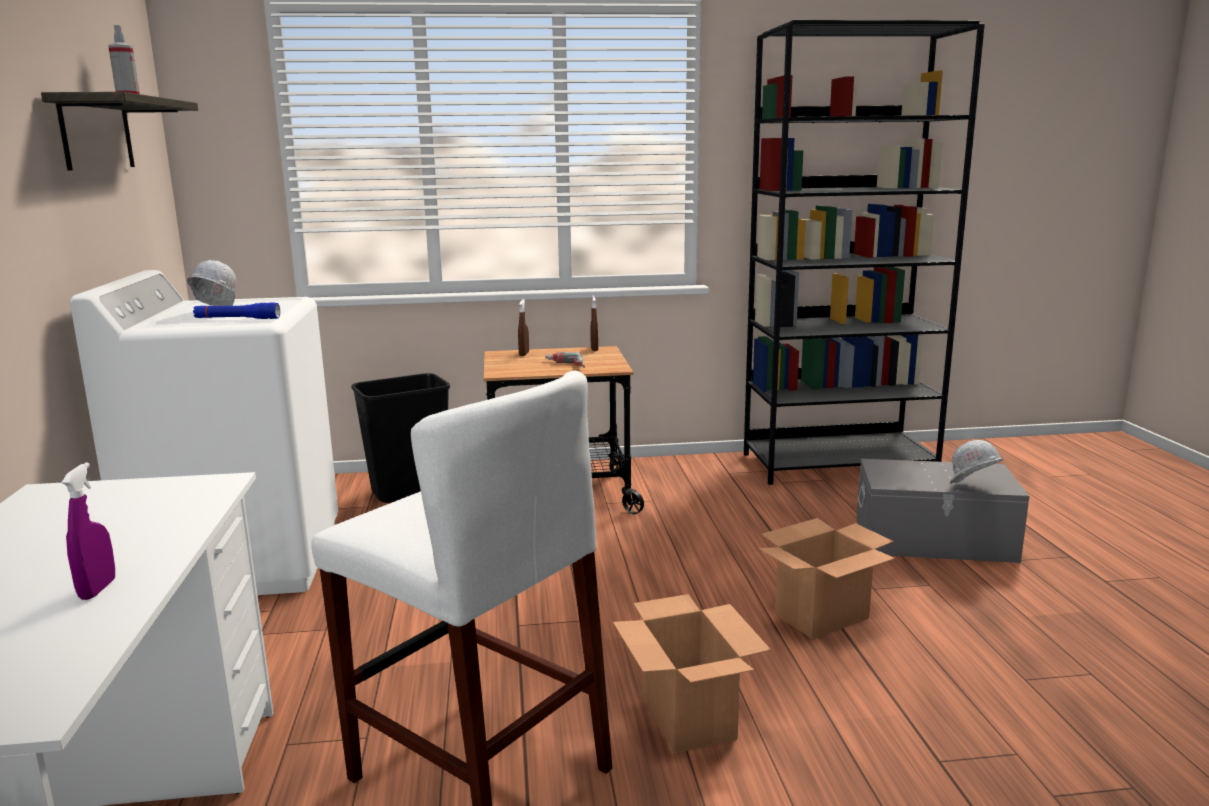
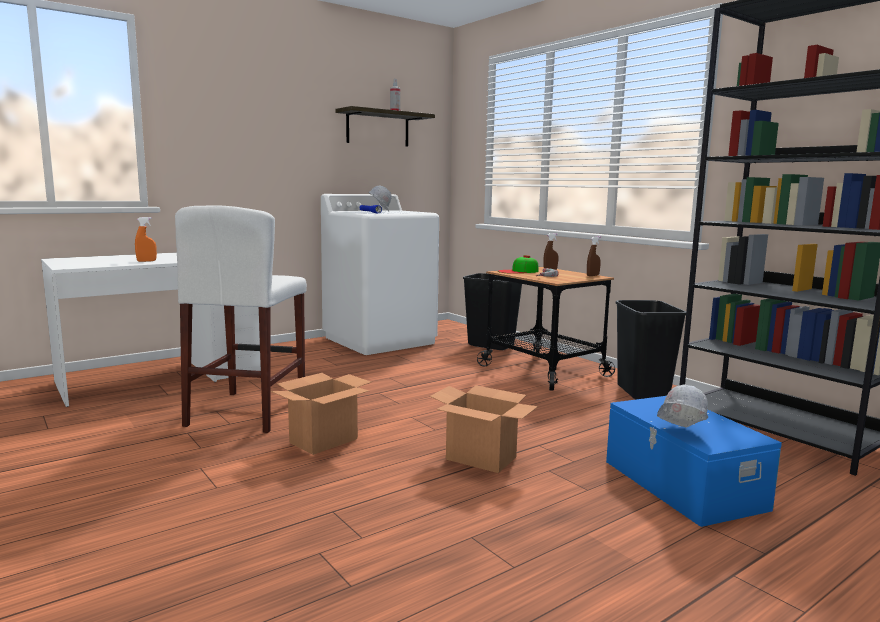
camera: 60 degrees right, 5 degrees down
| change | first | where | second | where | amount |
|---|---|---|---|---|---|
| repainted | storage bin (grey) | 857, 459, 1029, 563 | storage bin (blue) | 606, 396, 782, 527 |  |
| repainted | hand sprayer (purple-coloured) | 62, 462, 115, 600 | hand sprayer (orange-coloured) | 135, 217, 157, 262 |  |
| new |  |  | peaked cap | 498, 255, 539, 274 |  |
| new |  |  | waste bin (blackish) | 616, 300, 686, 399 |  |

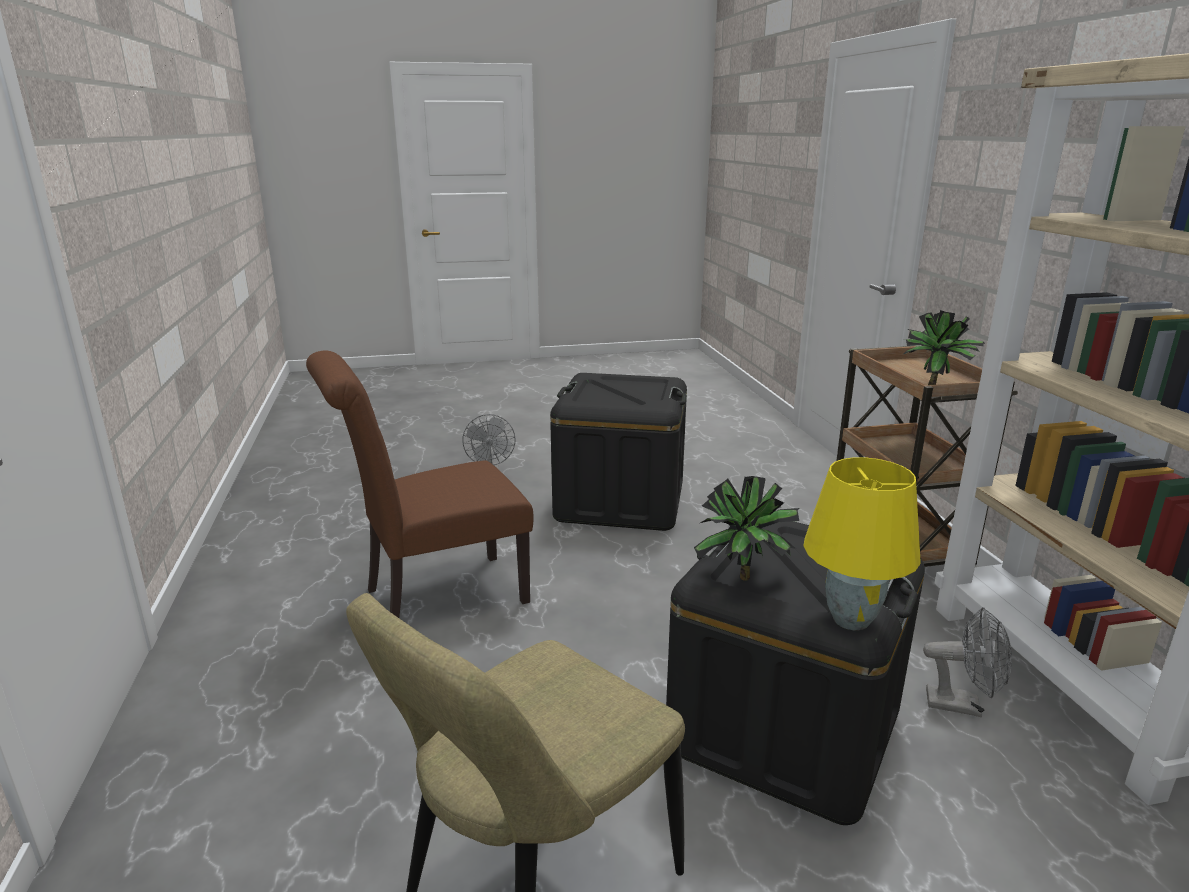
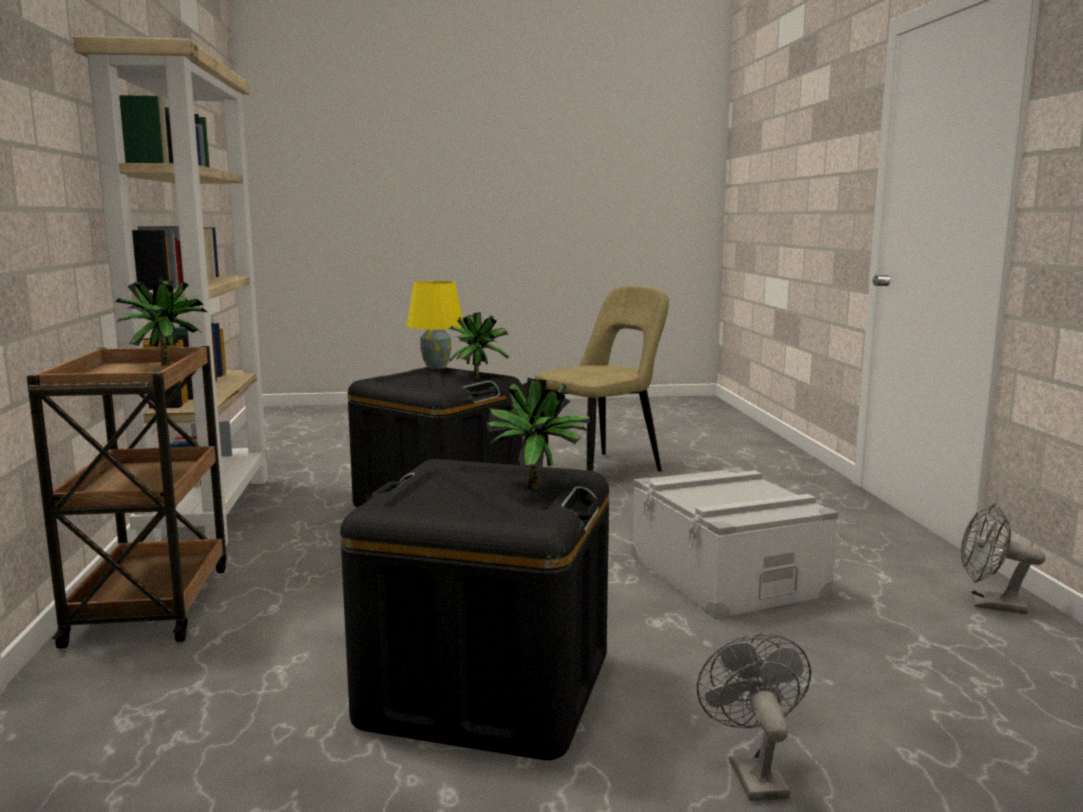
camera: 175 degrees left, 10 degrees down
| change | first | where | second | where | amount |
|---|---|---|---|---|---|
| swapped | plain chair (brown-coloured) | 306, 351, 534, 618 | storage bin (grey) | 632, 468, 838, 619 |  |
| shifted | electric fan (grey) | 923, 607, 1012, 717 |  | 961, 504, 1046, 614 |  |
| new |  |  | houseplant | 486, 378, 591, 489 |  |

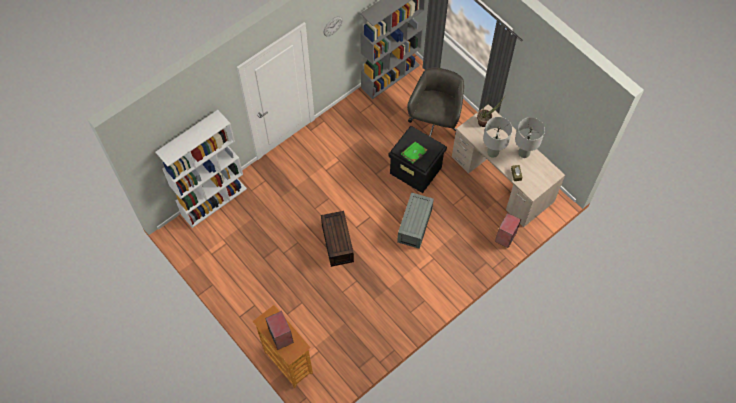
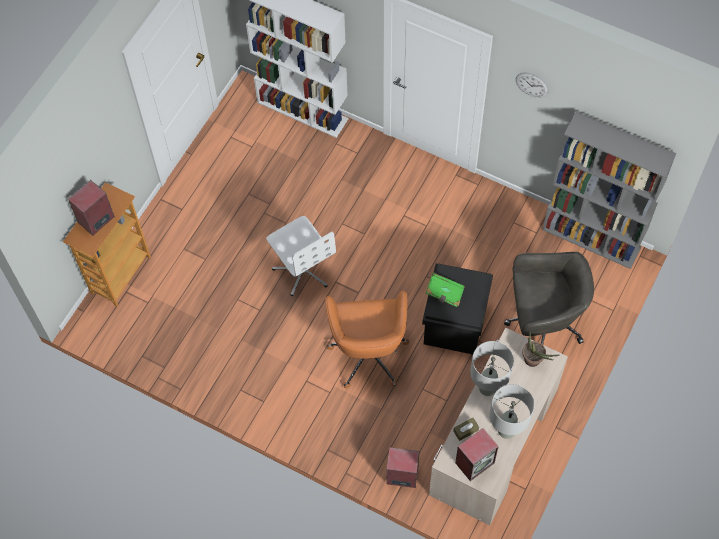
camera: 70 degrees right, 0 degrees up
| change | first | where | second | where | amount |
|---|---|---|---|---|---|
| swapped | storage bin (grey) | 397, 192, 434, 249 | office chair (orange-coloured) | 325, 290, 409, 388 |  |
| swapped | storage bin (brown-coloured) | 321, 211, 354, 267 | office chair (white-coloured) | 267, 216, 336, 296 |  |
| new |  |  | speaker | 455, 428, 499, 481 |  |

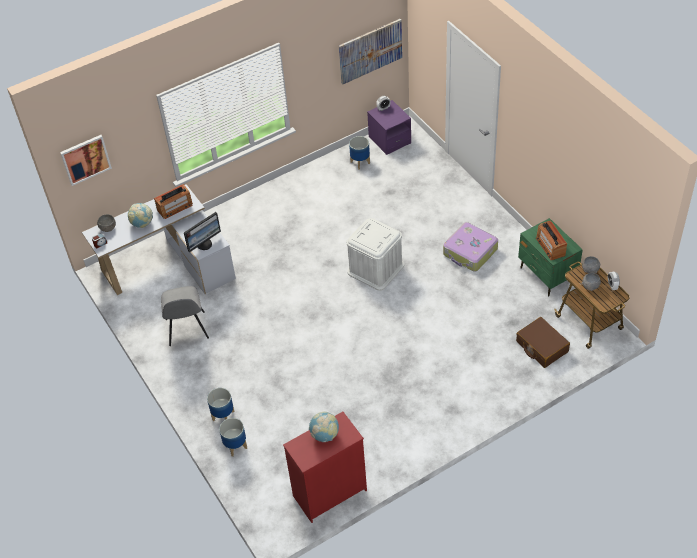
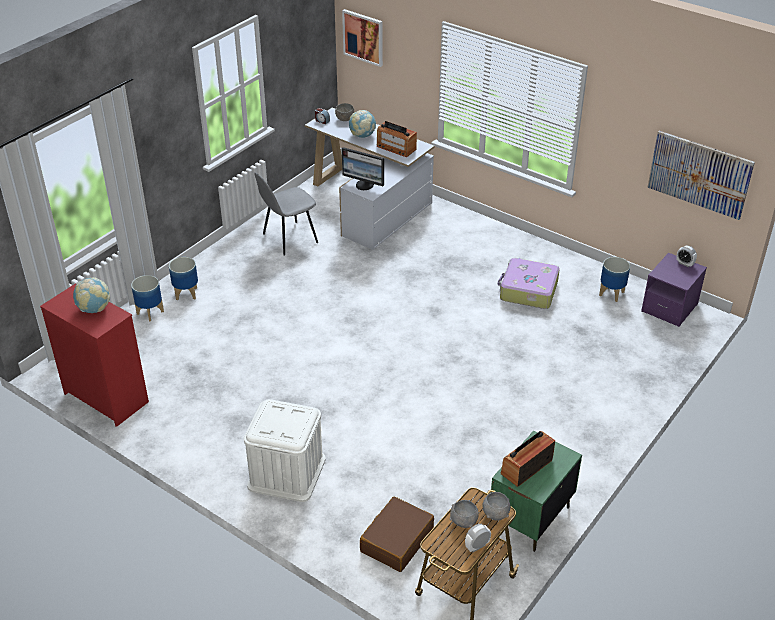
camera: 65 degrees right, 10 degrees down
| change | first | where | second | where | amount |
|---|---|---|---|---|---|
| shifted | storage bin (white-coloured) | 347, 218, 404, 291 |  | 244, 399, 326, 502 |  |
| shifted | suitcase | 443, 222, 498, 272 |  | 498, 258, 560, 309 |  |

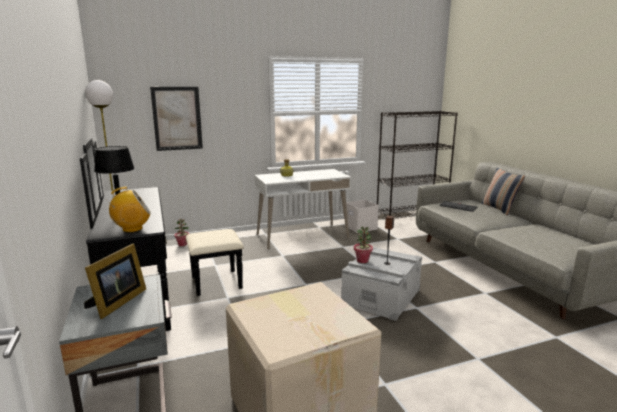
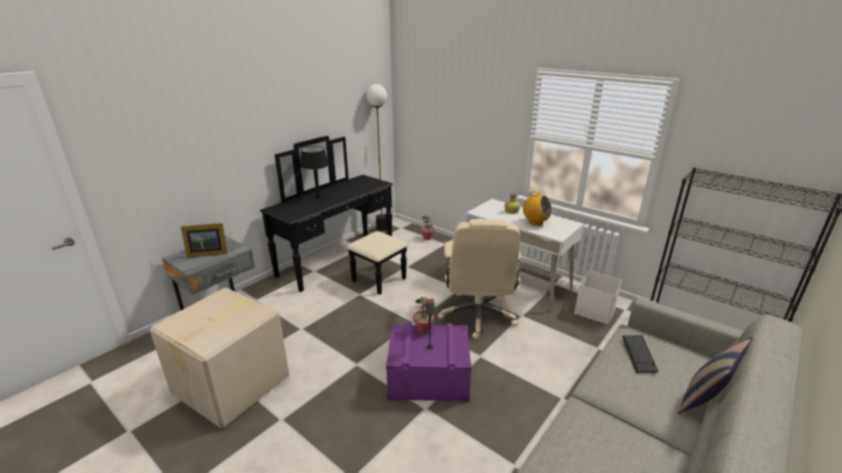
camera: 60 degrees right, 10 degrees up
| change | first | where | second | where | amount |
|---|---|---|---|---|---|
| gone | picture | 150, 87, 203, 151 |  |  |  |
| shifted | radio set | 106, 187, 151, 232 |  | 523, 191, 552, 226 |  |
| repainted | storage bin (grey) | 341, 247, 422, 321 | storage bin (purple-coloured) | 386, 323, 472, 402 |  |
| new |  |  | office chair (beige-coloured) | 438, 219, 521, 339 |  |

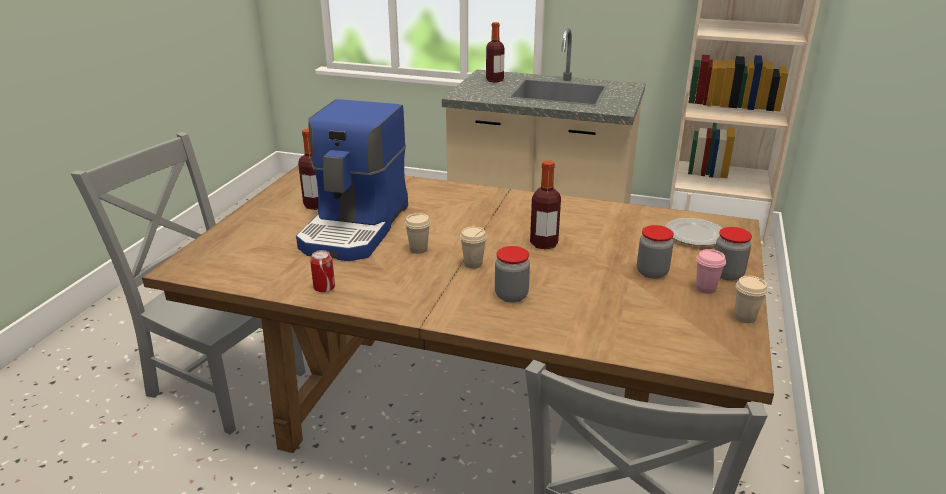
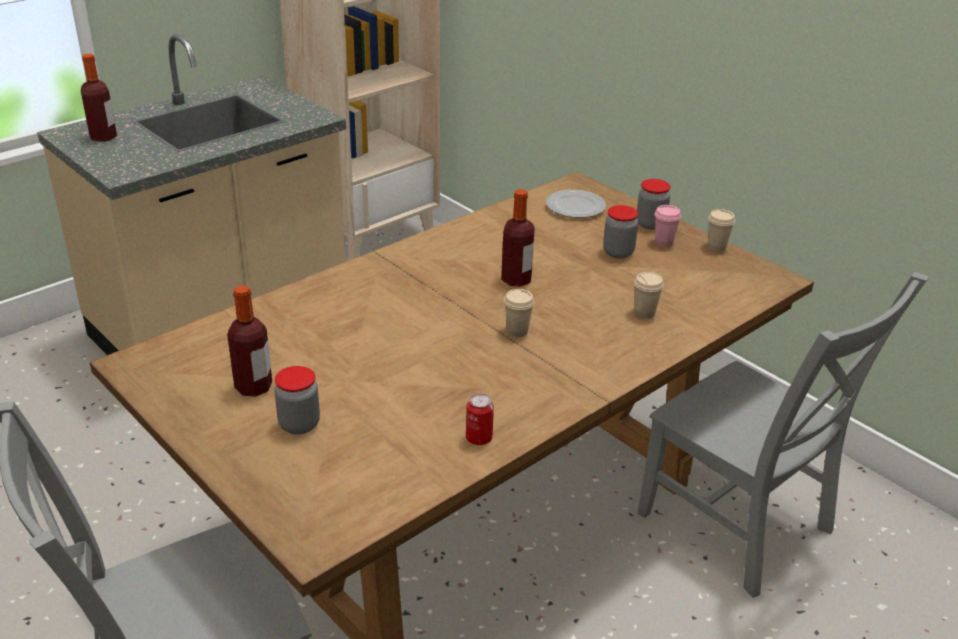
camera: 60 degrees left, 5 degrees up
| change | first | where | second | where | amount |
|---|---|---|---|---|---|
| gone | coffee brewer | 296, 99, 408, 261 |  |  |  |
| shifted | small cup (beige-coloured) | 405, 213, 430, 254 |  | 634, 272, 664, 319 |  |
| shifted | jar | 495, 246, 530, 303 |  | 274, 366, 320, 435 |  |

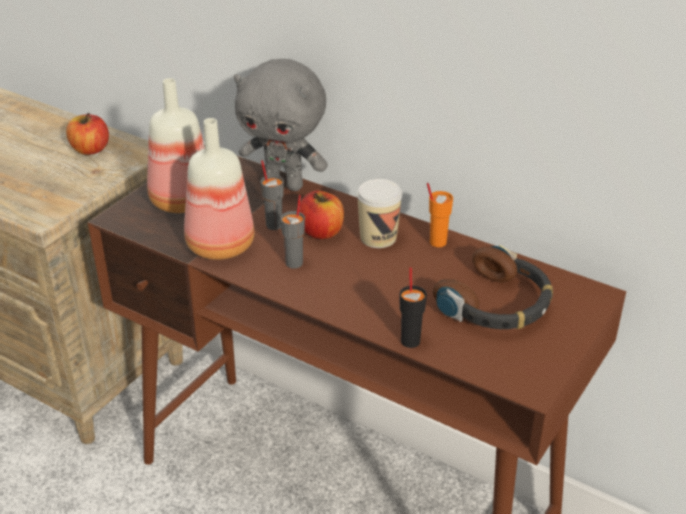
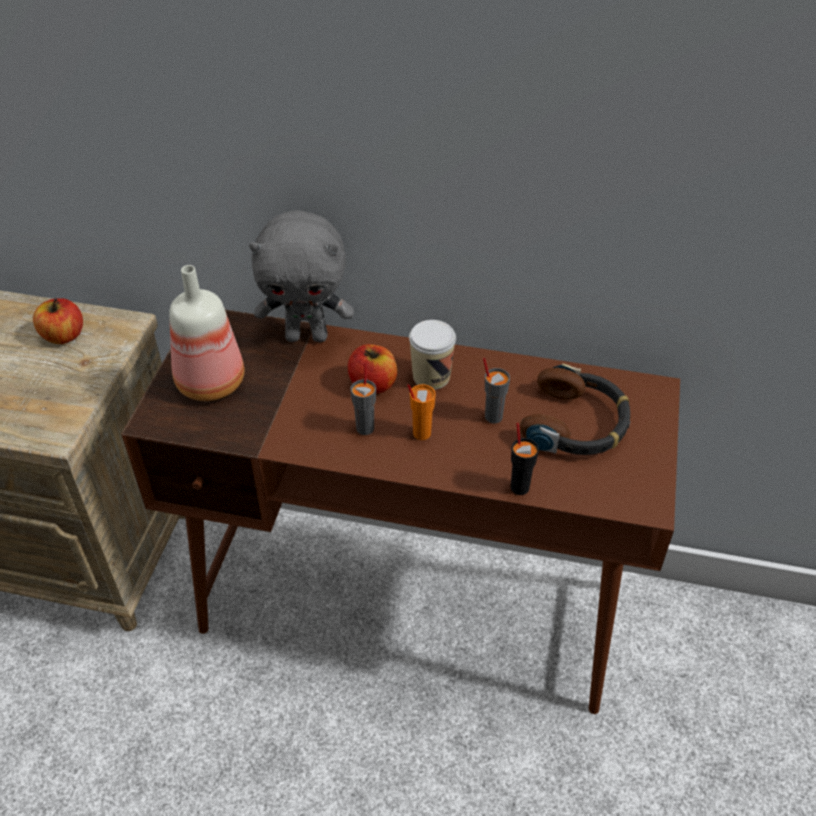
camera: 20 degrees left, 10 degrees up
| change | first | where | second | where | amount |
|---|---|---|---|---|---|
| gone | beverage bottle | 184, 118, 254, 260 |  |  |  |
| shifted | small cup (grey) | 261, 160, 284, 230 |  | 483, 358, 510, 424 |  |
| shifted | small cup (orange-coloured) | 427, 183, 453, 247 |  | 407, 384, 436, 440 |  |

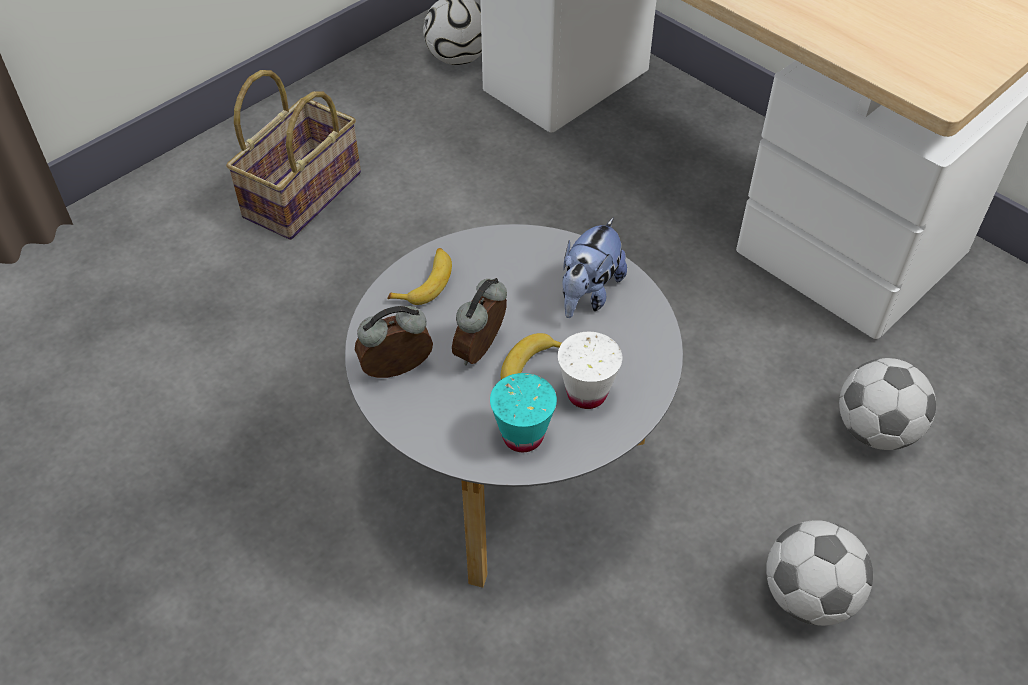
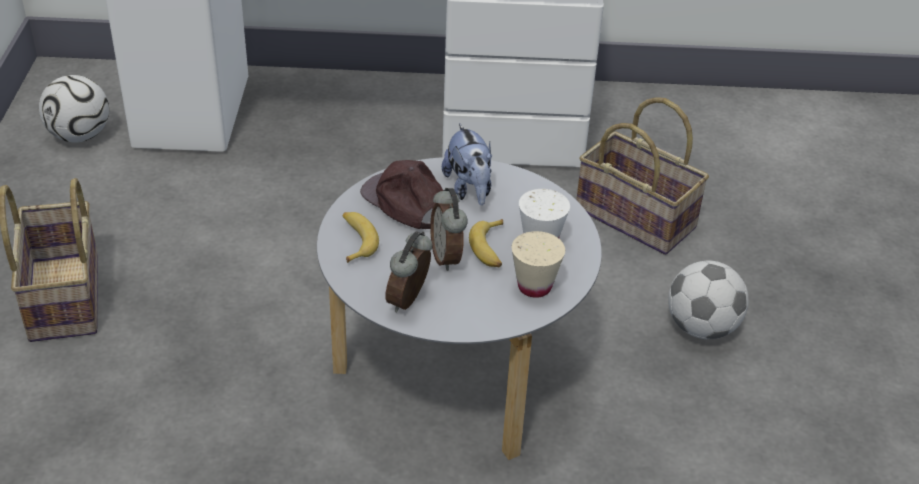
camera: 45 degrees left, 10 degrees down
| change | first | where | second | where | amount |
|---|---|---|---|---|---|
| swapped | football | 839, 358, 936, 450 | household basket | 576, 97, 709, 255 |  |
| repainted | small cup (turquoise) | 490, 373, 557, 452 | small cup (beige-coloured) | 512, 231, 565, 298 |  |
| new |  |  | peaked cap (brown-coloured) | 360, 160, 443, 229 |  |

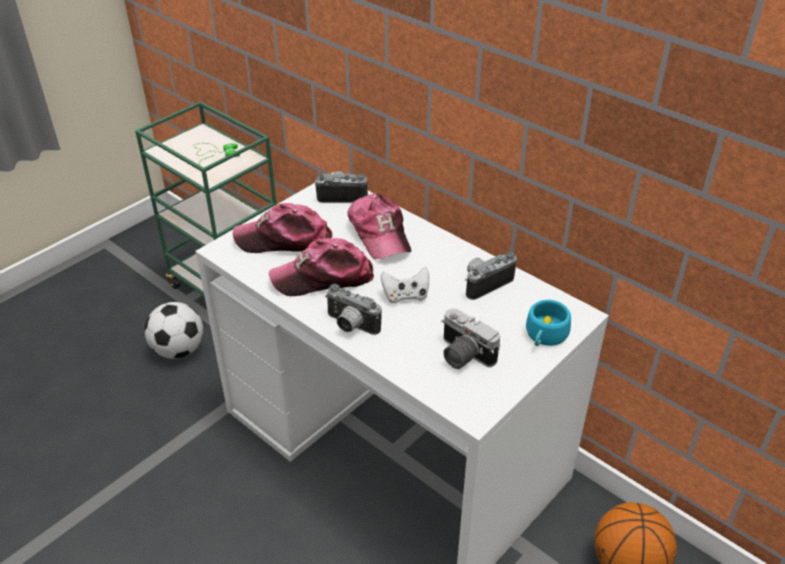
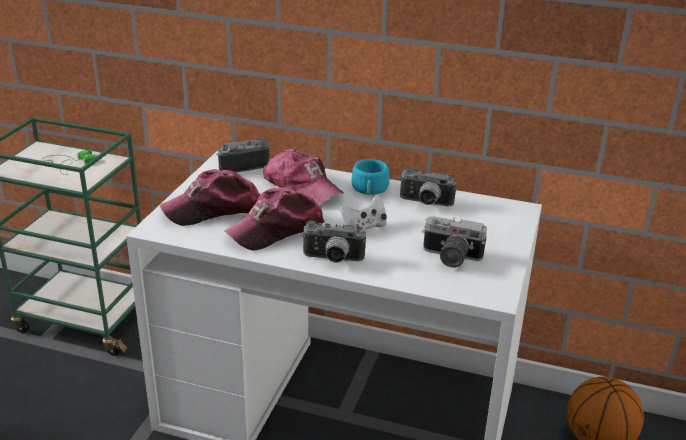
camera: 25 degrees left, 10 degrees down
| change | first | where | second | where | amount |
|---|---|---|---|---|---|
| rotated | photo camera | 465, 251, 517, 300 |  | 400, 167, 457, 206 | 105 degrees counterclockwise |
| shifted | small cup (turquoise) | 526, 300, 571, 346 |  | 352, 159, 390, 195 |  |
| gone | football | 145, 302, 203, 359 |  |  |  |

